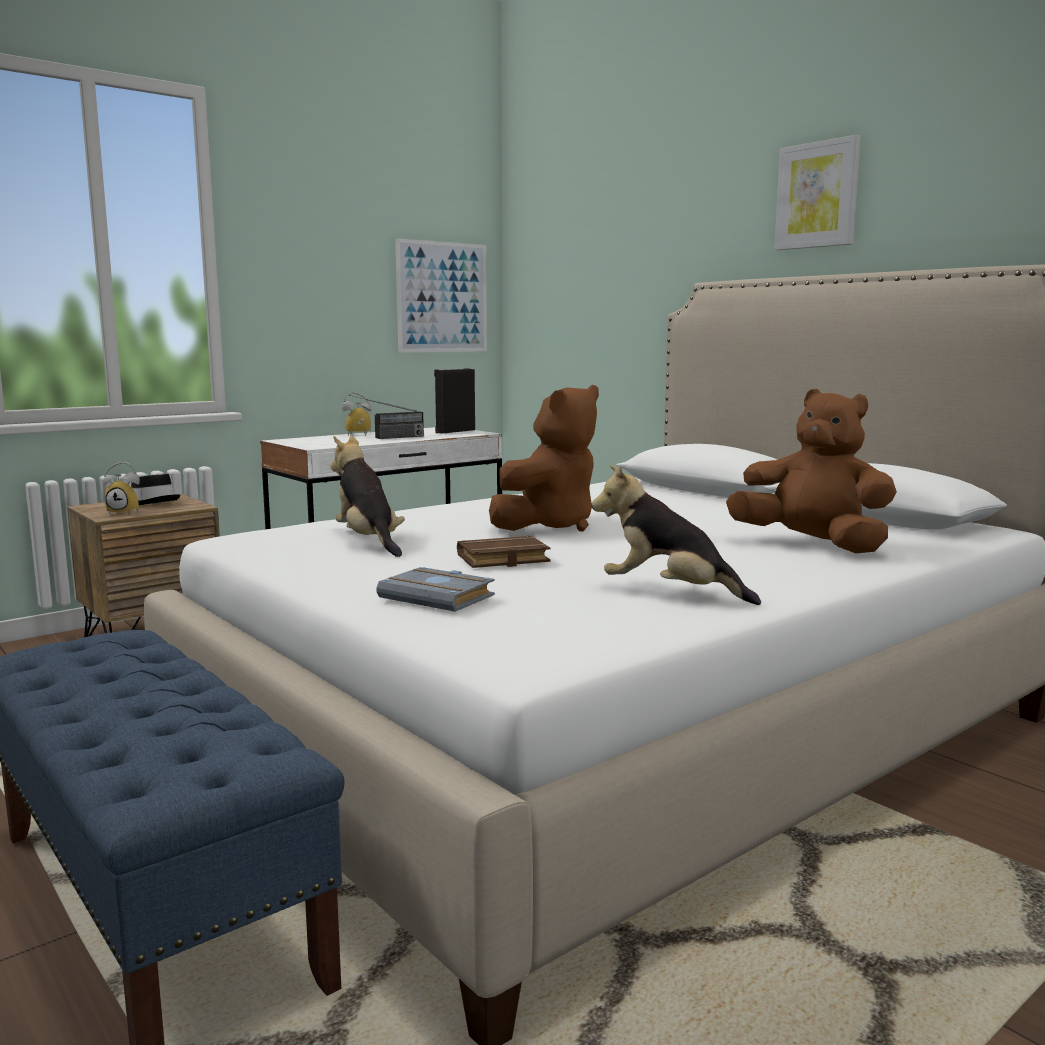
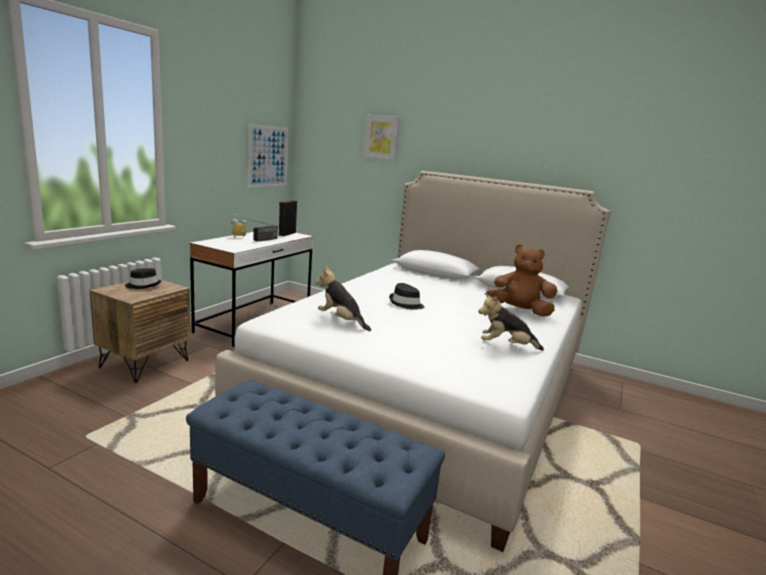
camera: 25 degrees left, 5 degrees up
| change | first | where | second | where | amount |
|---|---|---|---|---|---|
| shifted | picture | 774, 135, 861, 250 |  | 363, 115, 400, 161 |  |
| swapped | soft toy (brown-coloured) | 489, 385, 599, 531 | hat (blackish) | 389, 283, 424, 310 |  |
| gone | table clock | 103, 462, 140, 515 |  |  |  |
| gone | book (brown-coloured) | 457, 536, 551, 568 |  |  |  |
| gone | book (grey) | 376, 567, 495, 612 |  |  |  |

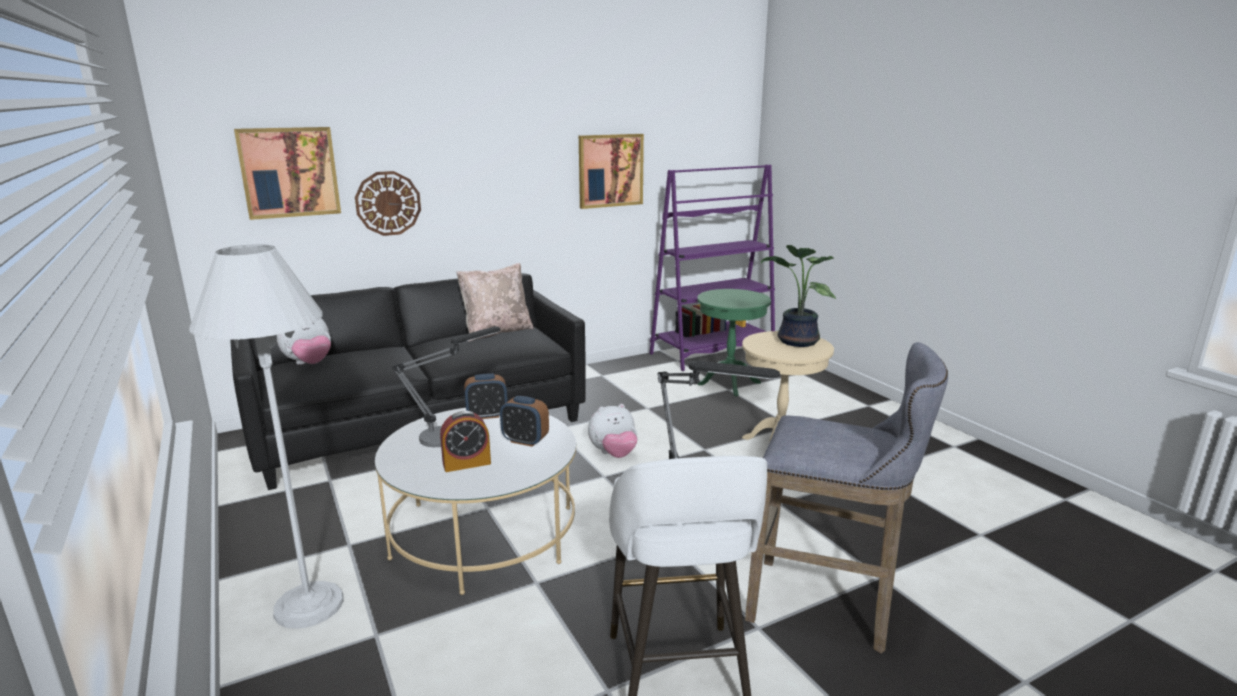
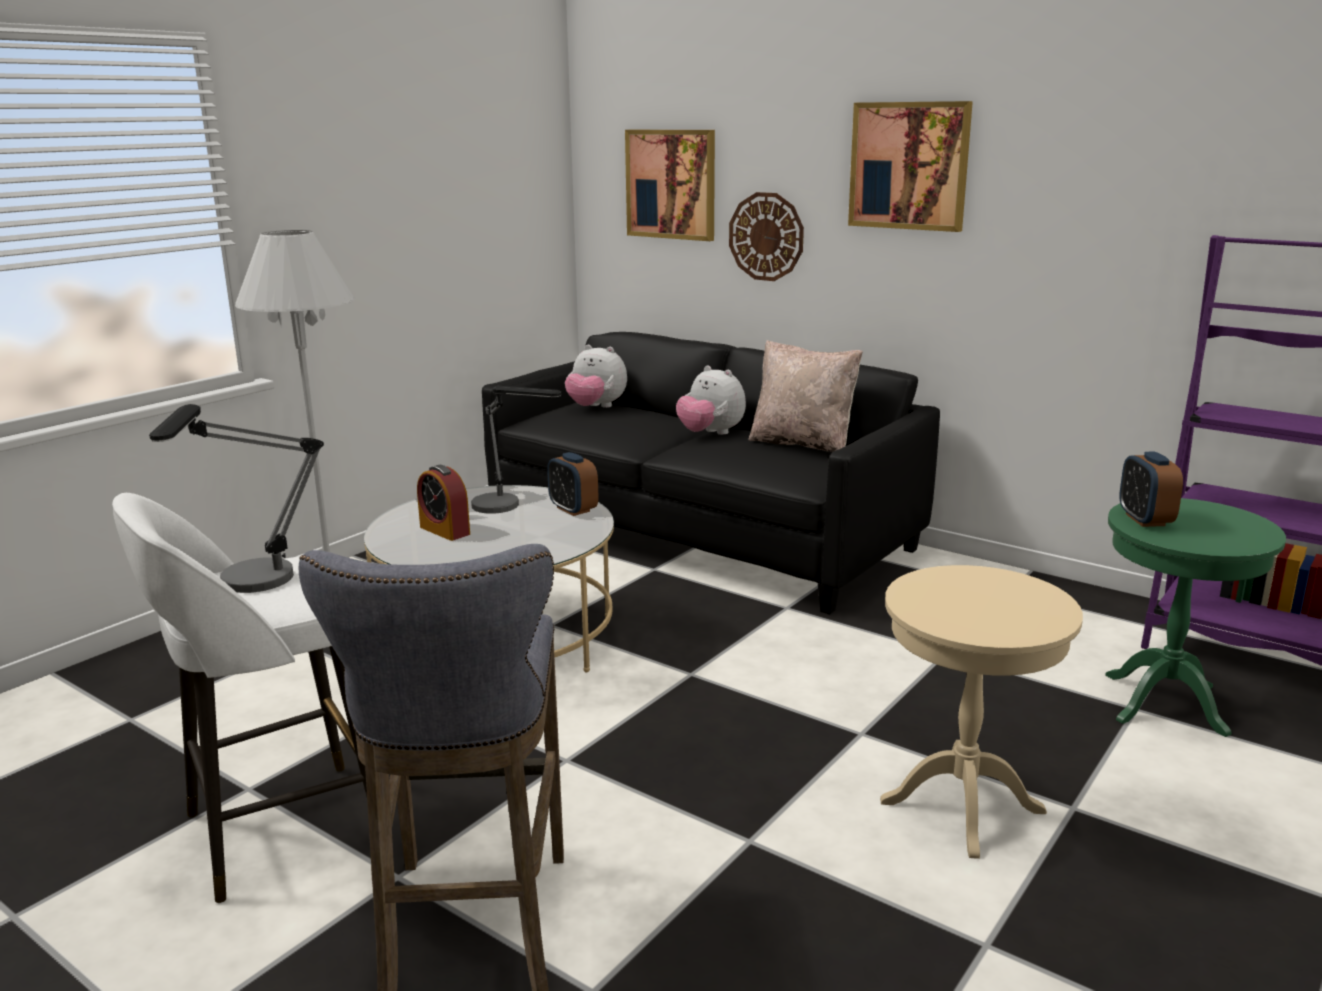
camera: 65 degrees right, 0 degrees up
| change | first | where | second | where | amount |
|---|---|---|---|---|---|
| shifted | picture | 579, 134, 644, 209 |  | 848, 101, 973, 232 |  |
| gone | houseplant | 761, 245, 836, 347 |  |  |  |
| shifted | table clock | 500, 396, 549, 447 |  | 1120, 451, 1183, 527 |  |
| shifted | soft toy | 588, 404, 638, 458 |  | 676, 365, 746, 435 |  |

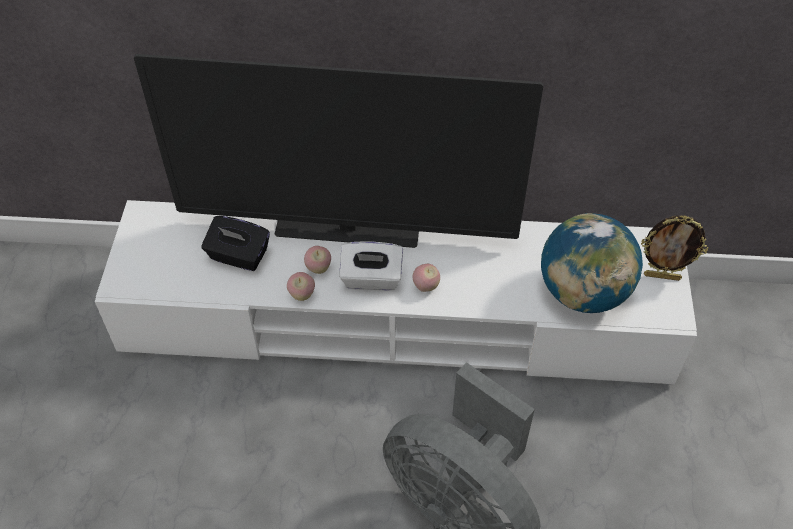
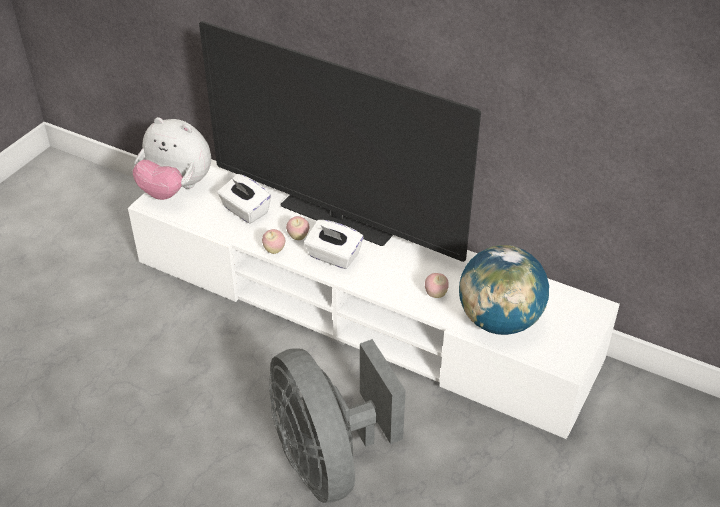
camera: 25 degrees right, 10 degrees down
| change | first | where | second | where | amount |
|---|---|---|---|---|---|
| gone | photo frame | 641, 215, 708, 281 |  |  |  |
| repainted | box of tissues (blackish) | 201, 216, 270, 271 | box of tissues (white-coloured) | 217, 174, 271, 224 |  |
| shifted | whole apple | 413, 264, 440, 292 |  | 425, 273, 449, 298 |  |
| new |  |  | soft toy | 132, 117, 211, 200 |  |

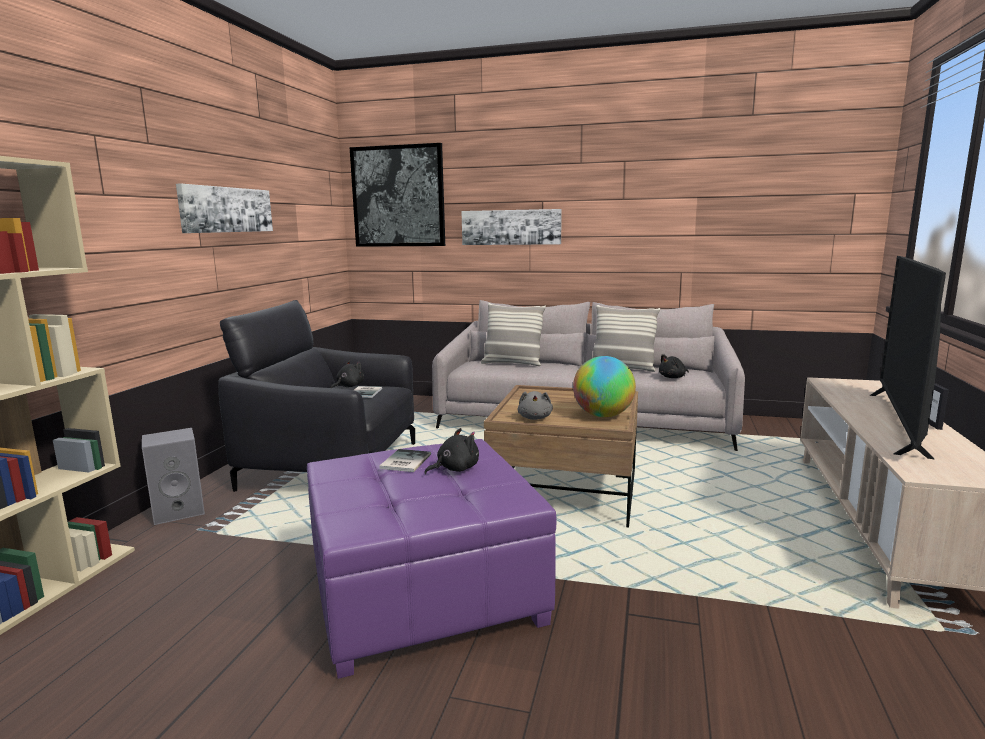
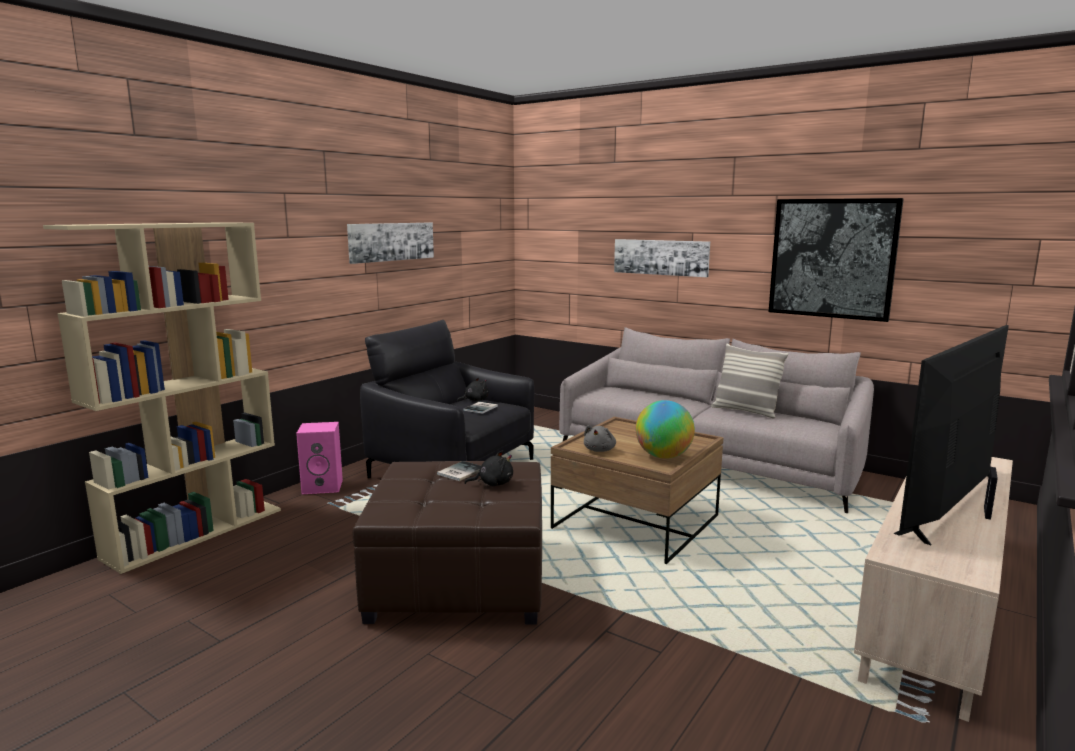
camera: 20 degrees right, 0 degrees up
| change | first | where | second | where | amount |
|---|---|---|---|---|---|
| shifted | picture | 350, 143, 445, 247 |  | 768, 198, 904, 322 |  |
| gone | throw pillow | 481, 303, 546, 366 |  |  |  |
| gone | soft toy (blackish) | 659, 354, 689, 378 |  |  |  |
| repainted | speaker (grey) | 142, 428, 205, 525 | speaker (pink) | 296, 422, 343, 494 |  |
| repainted | footrest (purple-coloured) | 307, 439, 556, 679 | footrest (brown-coloured) | 353, 461, 542, 624 |  |

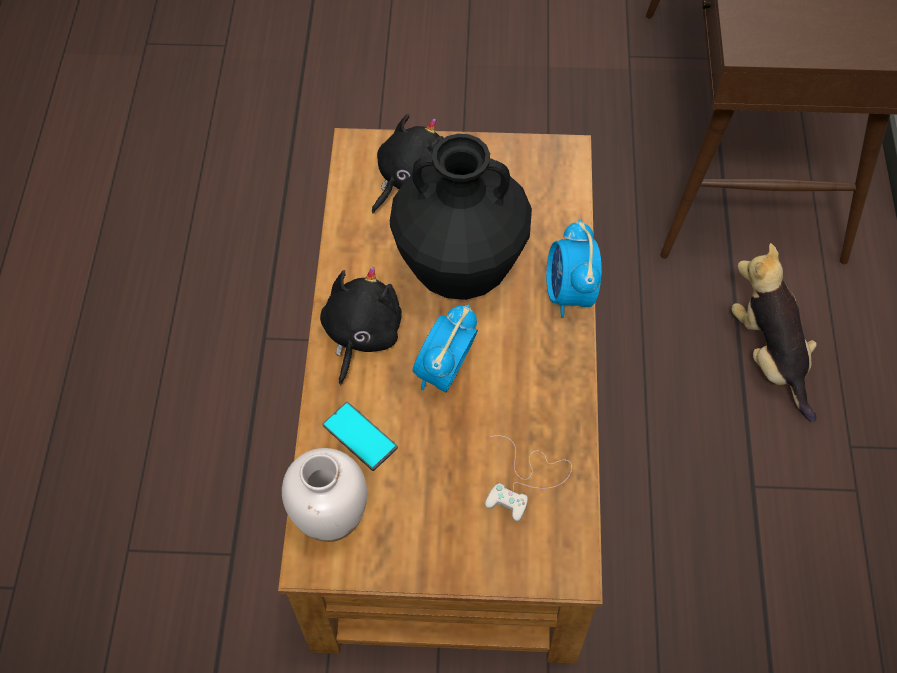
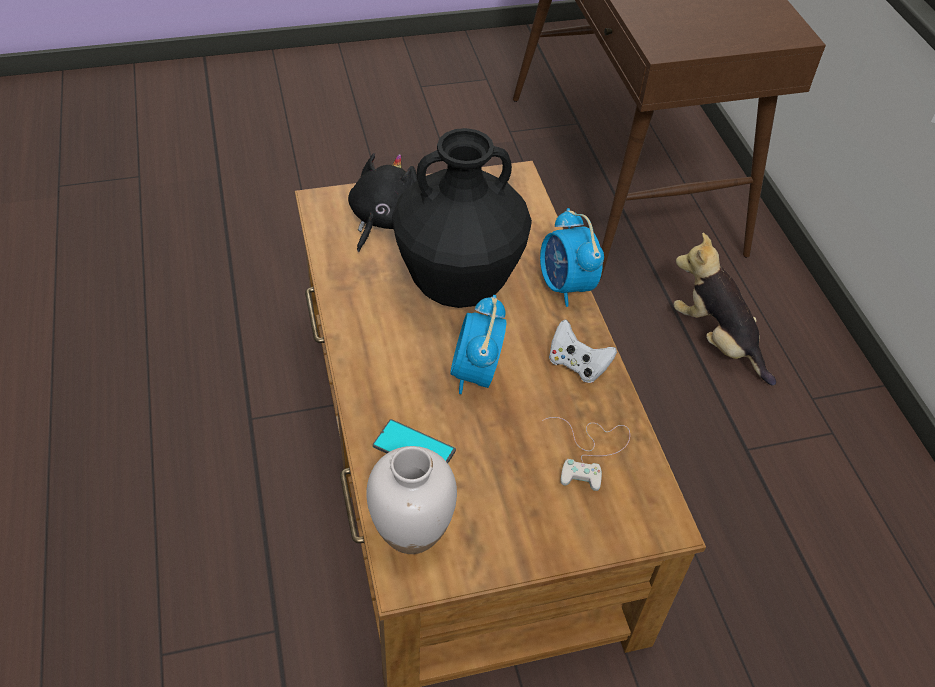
camera: 20 degrees left, 10 degrees down
| change | first | where | second | where | amount |
|---|---|---|---|---|---|
| gone | soft toy (blackish) | 320, 267, 402, 385 |  |  |  |
| new |  |  | joypad (white-coloured) | 549, 320, 617, 383 |  |

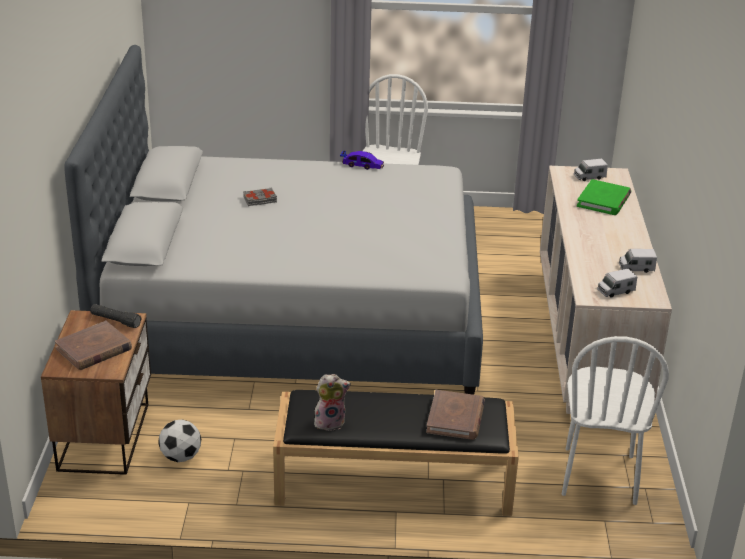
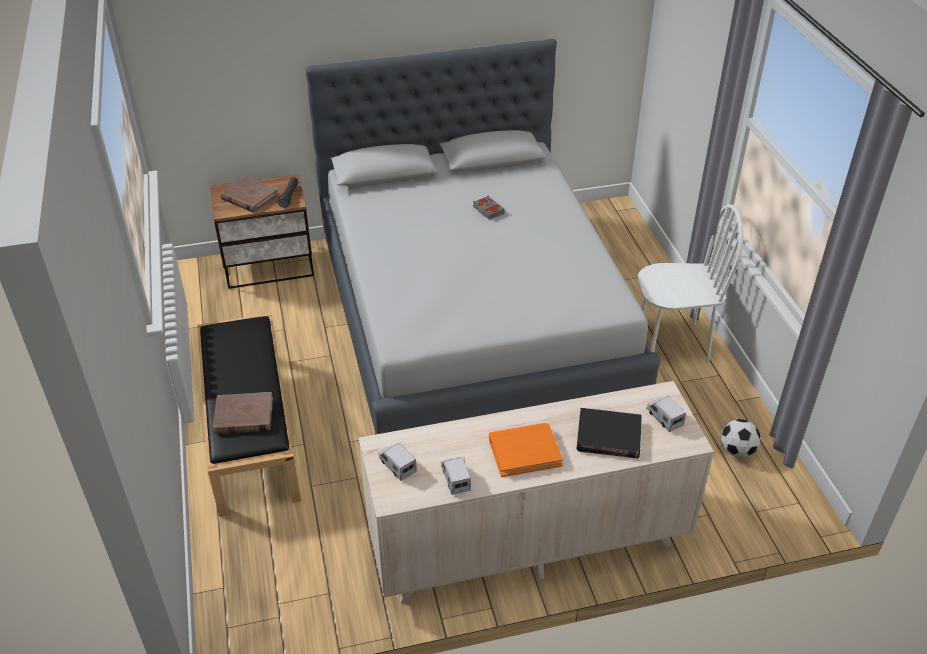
camera: 75 degrees right, 10 degrees up
| change | first | where | second | where | amount |
|---|---|---|---|---|---|
| gone | toy car | 340, 151, 384, 170 |  |  |  |
| repainted | book (greenish) | 577, 179, 631, 215 | book (blackish) | 576, 408, 642, 459 |  |
| gone | plain chair (white-coloured) | 561, 336, 669, 505 |  |  |  |
| gone | soft toy | 314, 374, 351, 431 |  |  |  |
| shifted | football | 158, 420, 201, 462 |  | 721, 419, 761, 458 |  |
| new |  |  | book (orange-coloured) | 489, 423, 563, 477 |  |

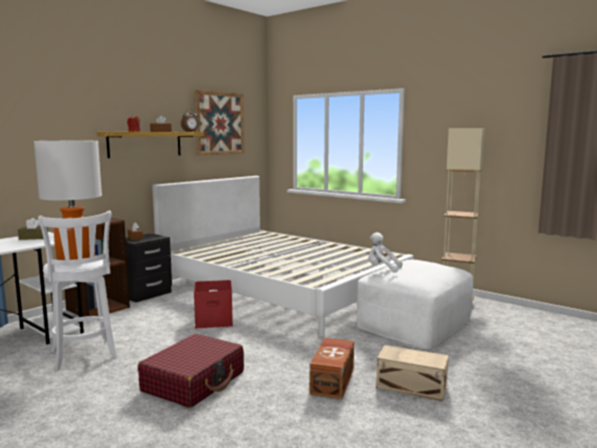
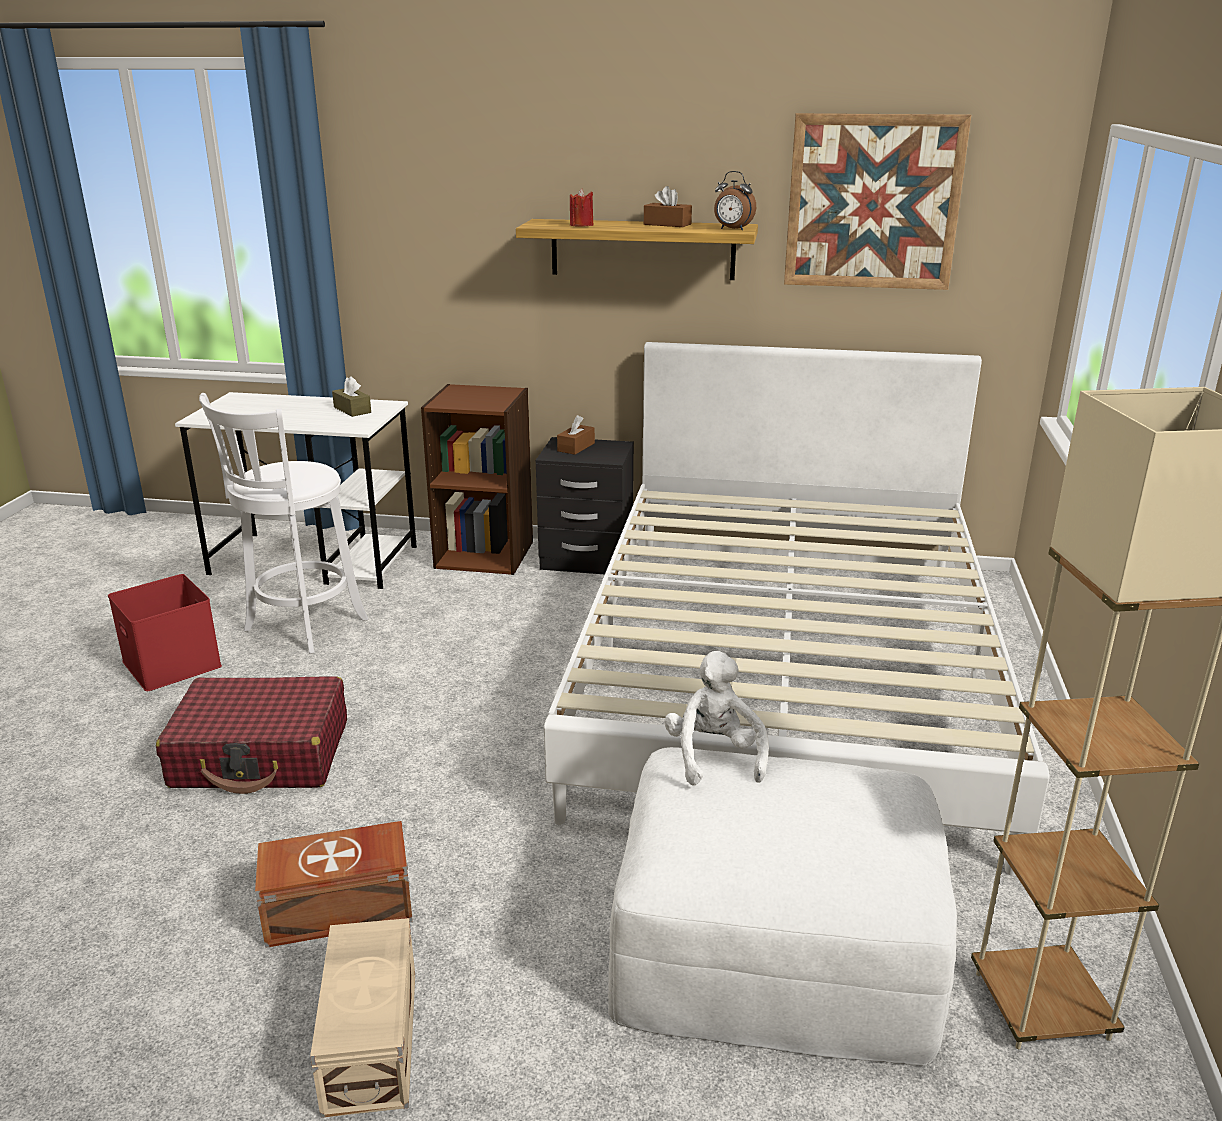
camera: 60 degrees right, 15 degrees up
| change | first | where | second | where | amount |
|---|---|---|---|---|---|
| gone | tabletop lamp | 34, 141, 102, 260 |  |  |  |
| shifted | storage bin (reddish) | 194, 280, 233, 328 |  | 108, 574, 222, 691 |  |

